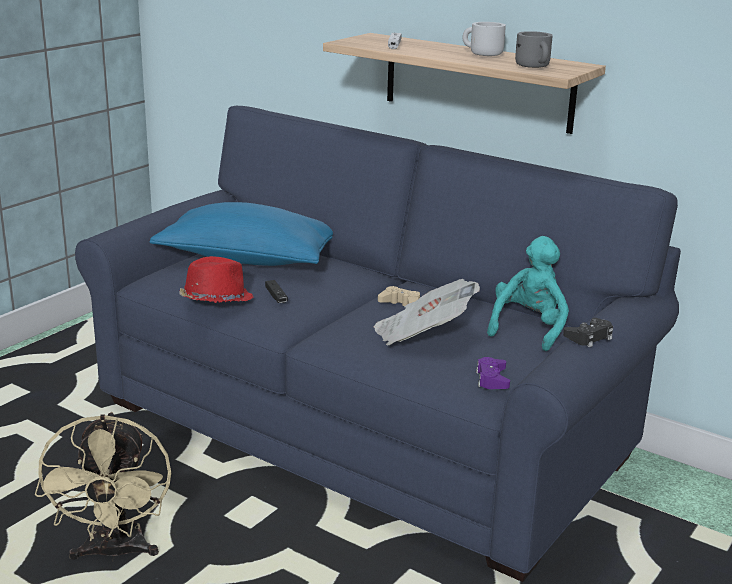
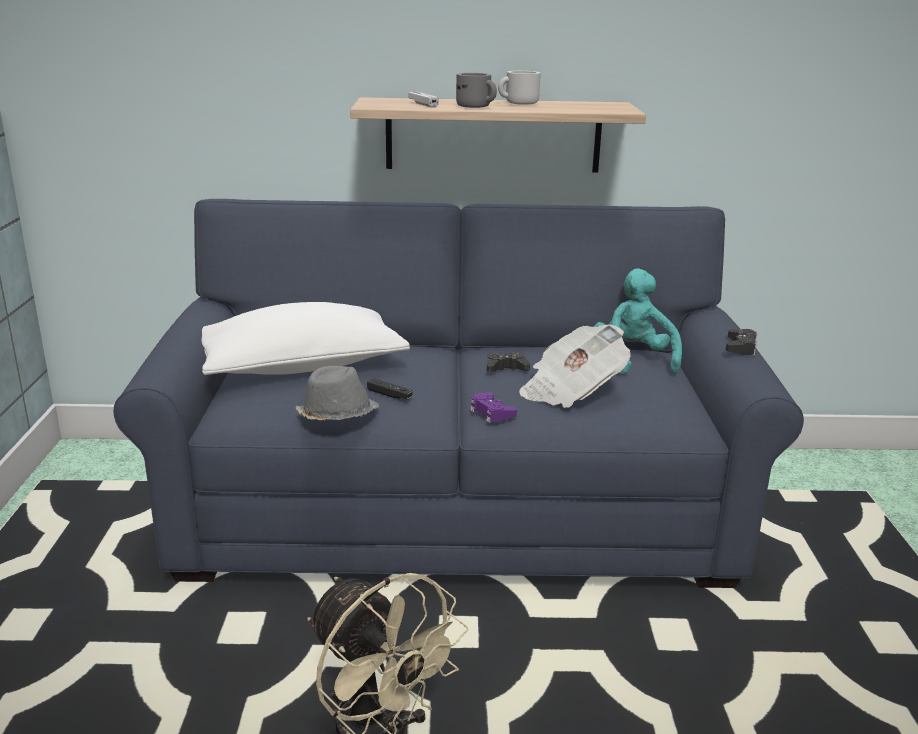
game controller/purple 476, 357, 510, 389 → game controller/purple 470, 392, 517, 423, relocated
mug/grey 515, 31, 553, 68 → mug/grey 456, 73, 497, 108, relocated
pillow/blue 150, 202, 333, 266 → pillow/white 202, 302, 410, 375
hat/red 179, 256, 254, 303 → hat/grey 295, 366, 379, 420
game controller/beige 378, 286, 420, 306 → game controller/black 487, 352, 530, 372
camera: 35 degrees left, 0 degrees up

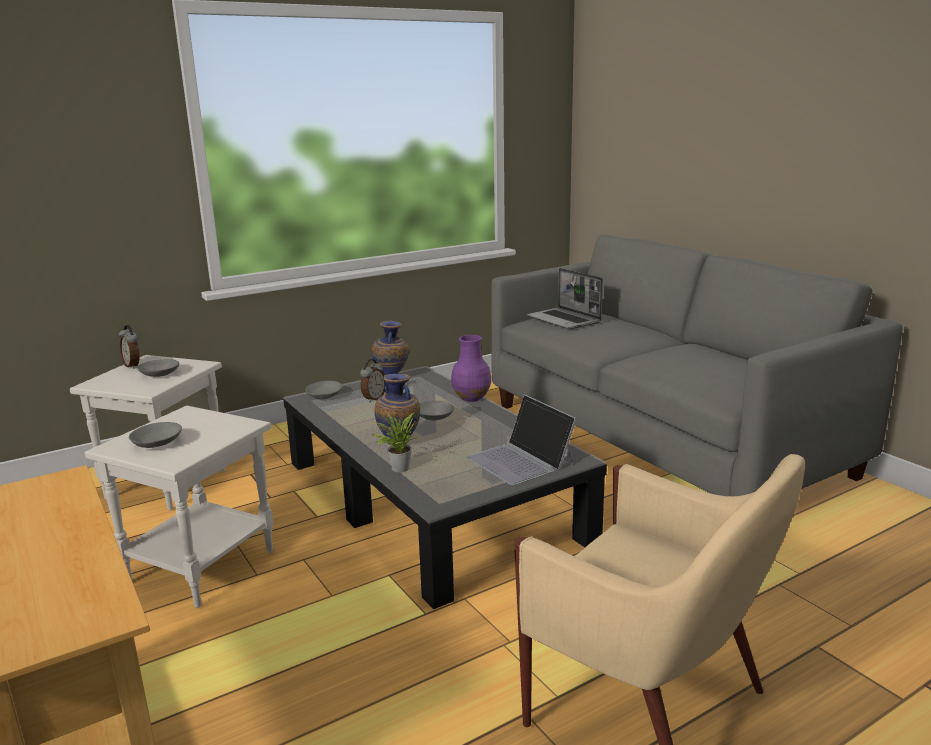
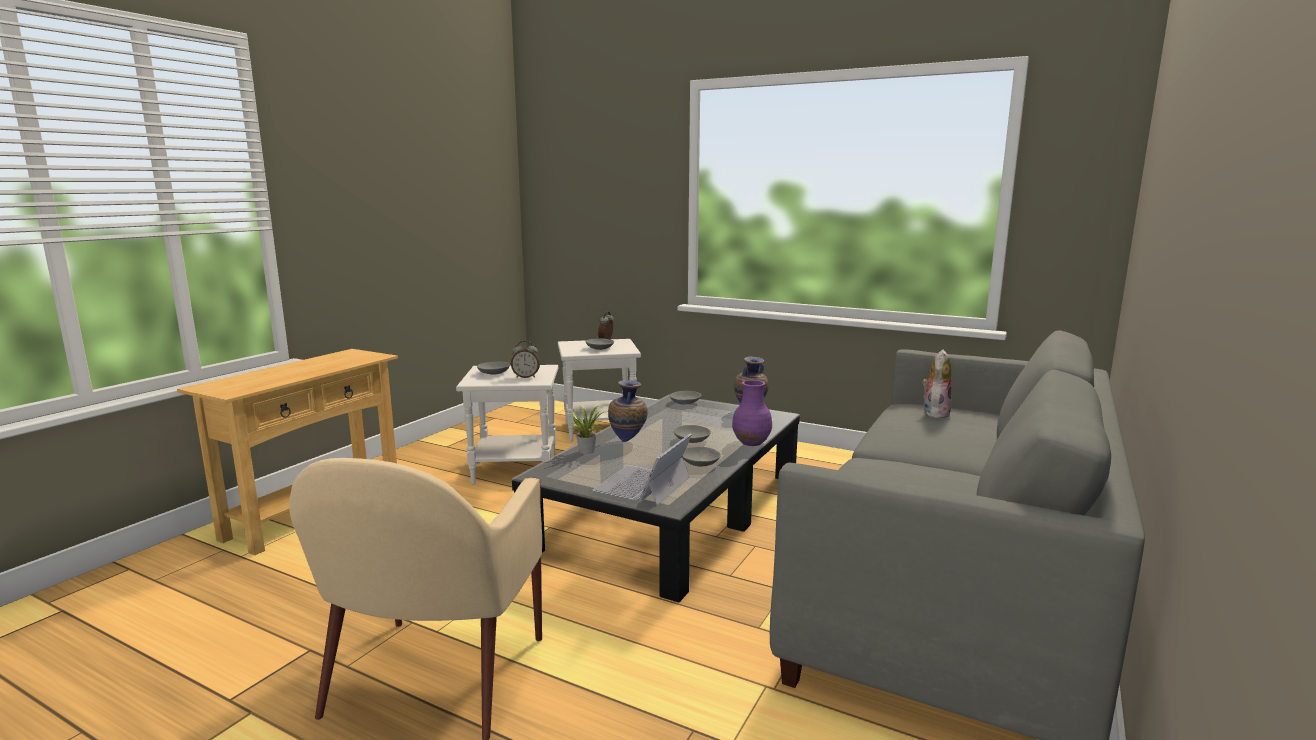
- → bowl/grey 682, 447, 721, 466
alarm clock 360, 359, 386, 402 → alarm clock 511, 341, 540, 378, relocated
laptop 527, 268, 603, 329 → plush toy 922, 350, 952, 419
camera: 60 degrees right, 5 degrees down

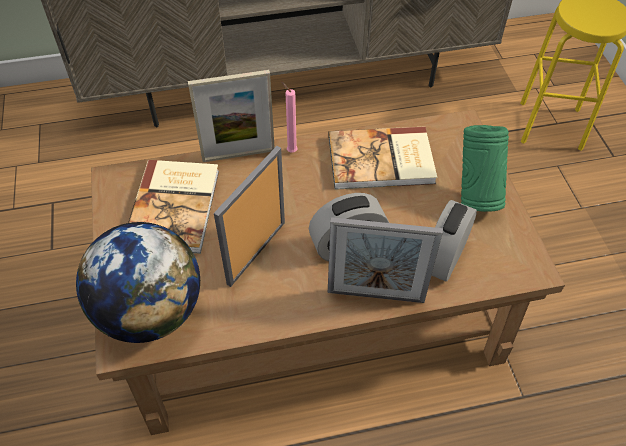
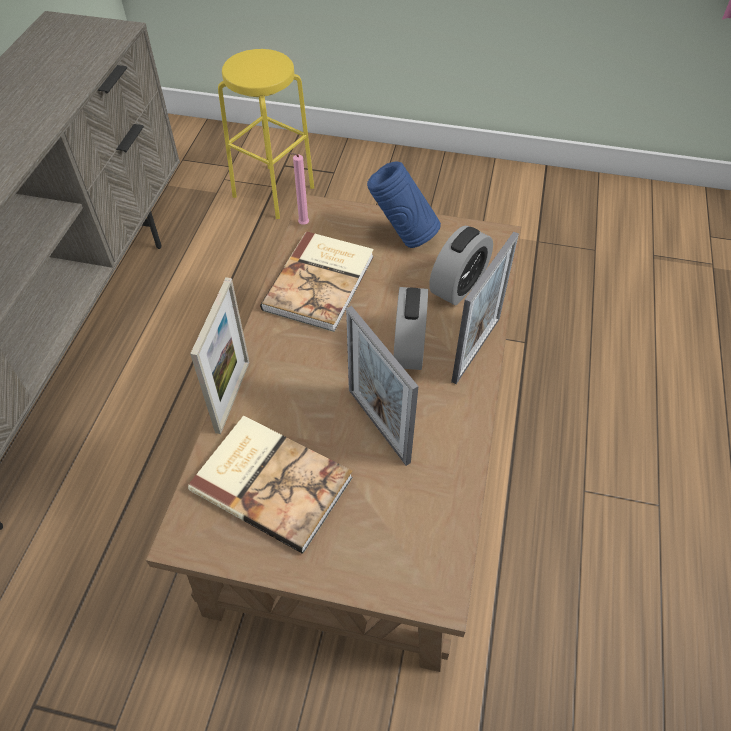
globe 76, 222, 200, 343 → -
candle/pink 281, 82, 298, 153 → candle/pink 289, 153, 309, 225, relocated
vase/green 461, 125, 509, 212 → vase/blue 367, 161, 441, 248
alarm clock 432, 200, 477, 281 → alarm clock 429, 226, 493, 305, 105 degrees counterclockwise
camera: 65 degrees left, 0 degrees up

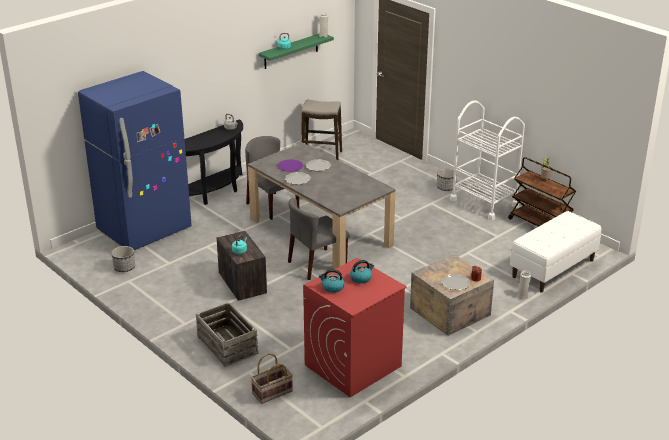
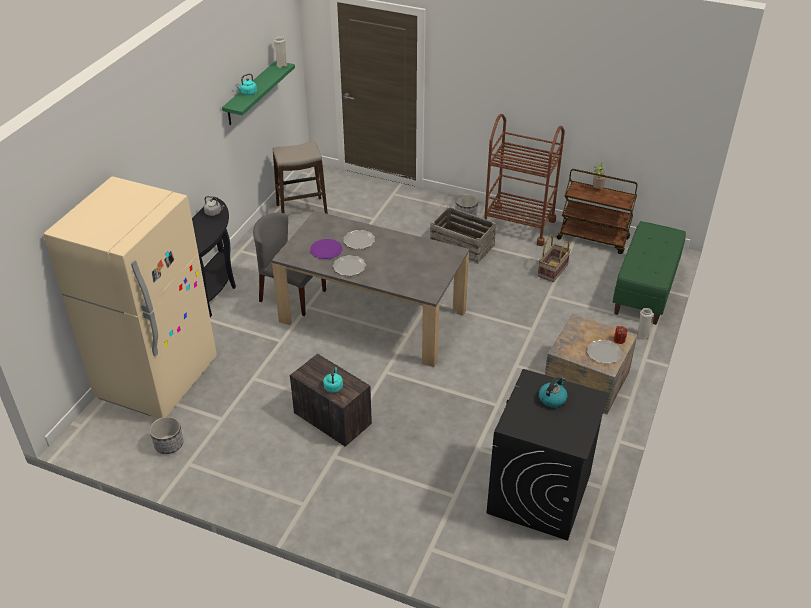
chair/grey 288, 198, 350, 280 → -
kettle 319, 269, 345, 293 → -
crate 196, 302, 259, 367 → crate 430, 206, 496, 264, relocated
basket 251, 353, 293, 404 → basket 538, 235, 571, 282, relocated
fridge/blue 78, 71, 192, 250 → fridge/beige 44, 176, 217, 419
washing machine/red 303, 258, 407, 397 → washing machine/black 487, 369, 610, 541
cart/white 450, 100, 525, 220 → cart/brown 482, 114, 565, 246
bench/white 510, 211, 601, 292 → bench/green 613, 221, 686, 325
camera: 25 degrees left, 10 degrees up

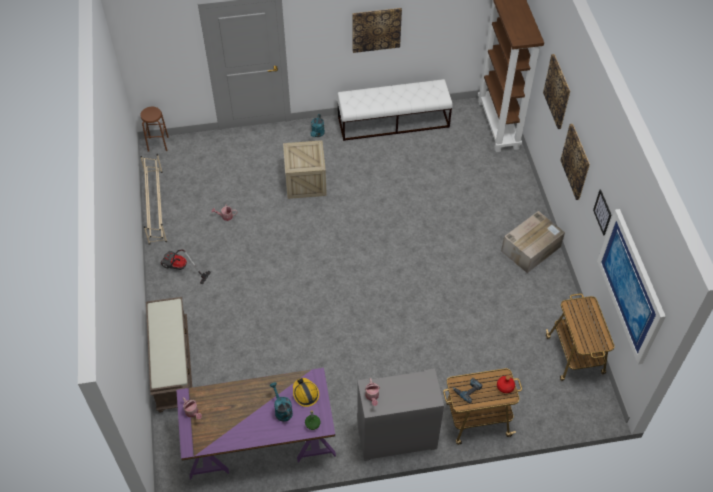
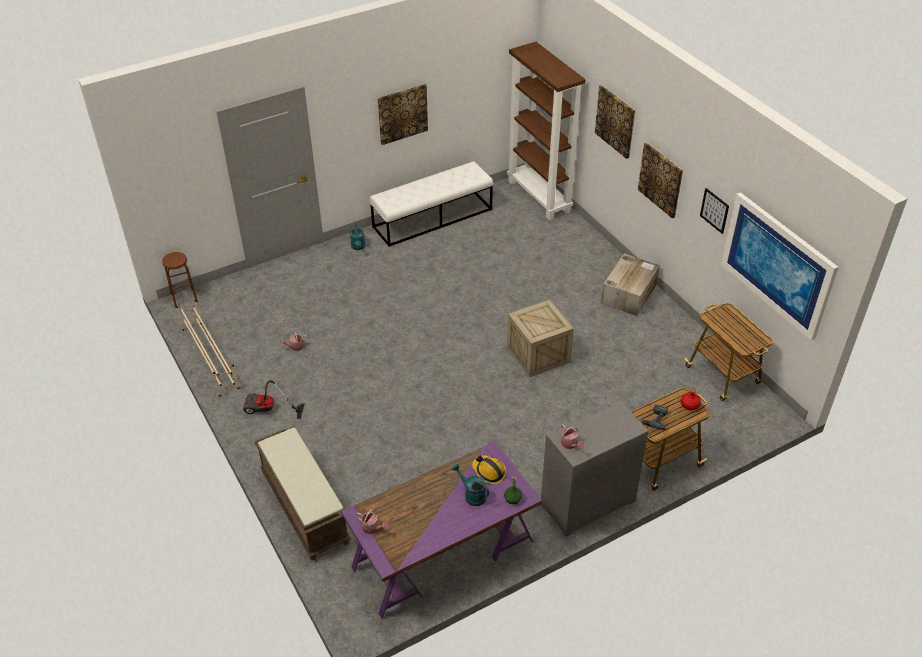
crate 283, 140, 327, 199 → crate 507, 300, 574, 377, relocated
camera: 20 degrees left, 10 degrees down

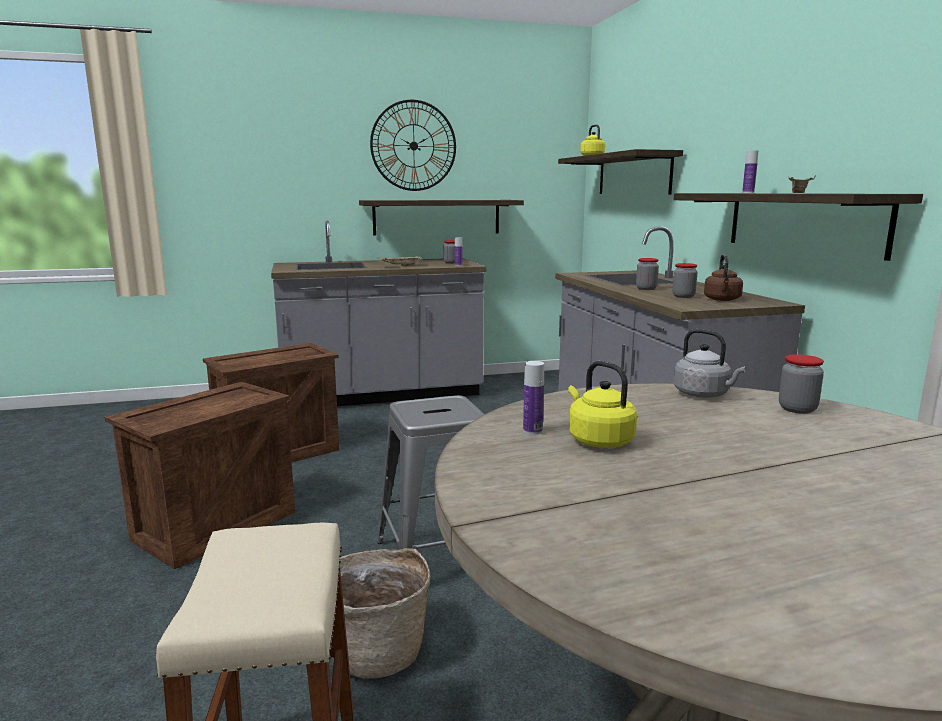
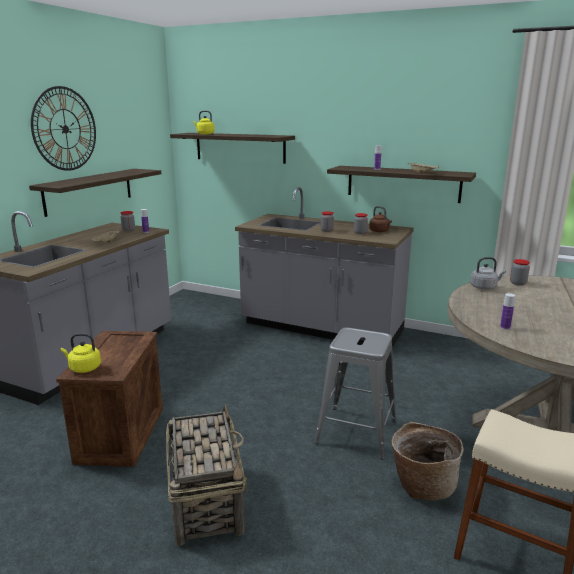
kettle/yellow 568, 361, 637, 448 → kettle/yellow 61, 334, 101, 373, relocated
crate 105, 382, 295, 569 → basket 166, 405, 248, 546
camera: 50 degrees left, 5 degrees up

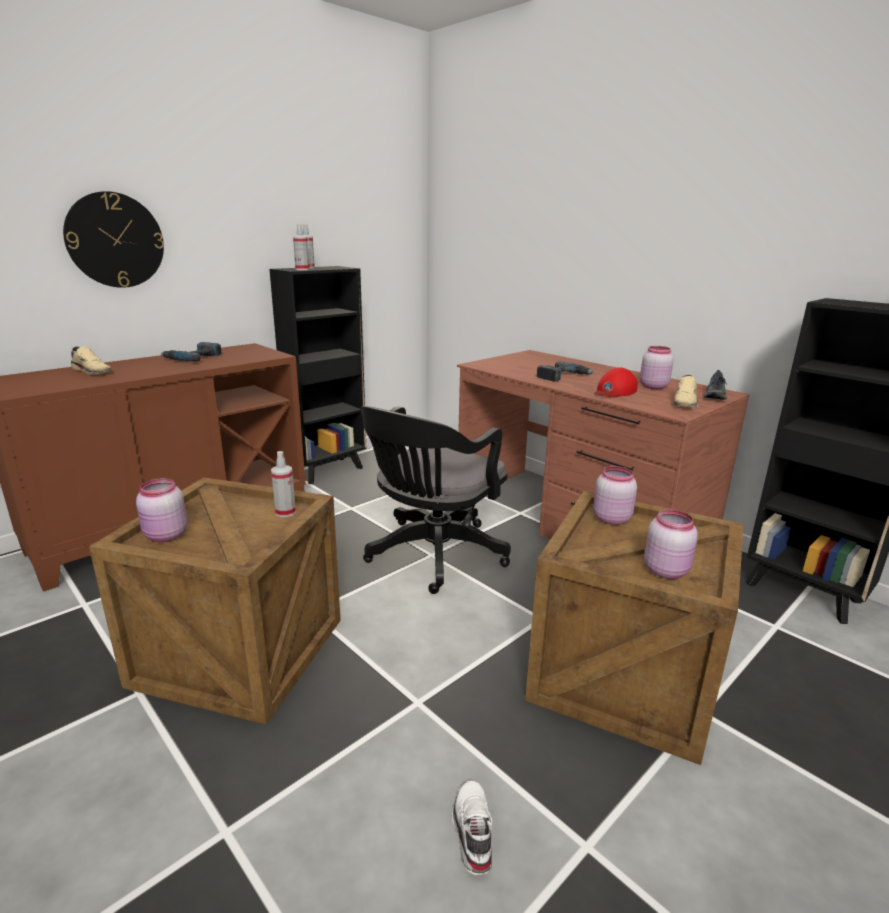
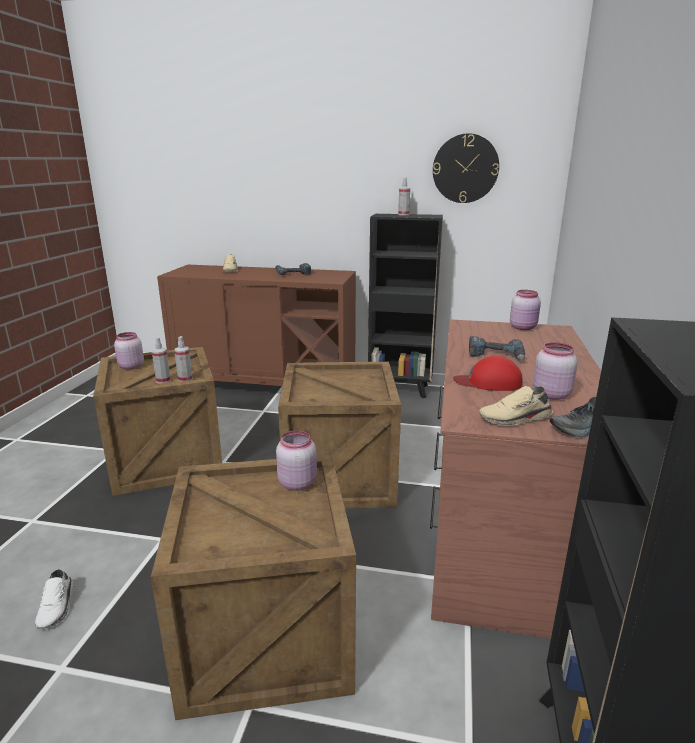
wall clock 63, 191, 164, 288 → wall clock 433, 133, 499, 203, relocated
spray bottle 293, 224, 309, 270 → spray bottle 152, 338, 171, 384, relocated
jar/pink 644, 509, 698, 579 → jar/pink 510, 290, 541, 330, relocated
office chair/black 361, 406, 511, 594 → crate 278, 362, 401, 508
shoe/white 452, 780, 492, 875 → shoe/white 35, 569, 74, 629, 120 degrees clockwise
camera: 55 degrees right, 0 degrees up

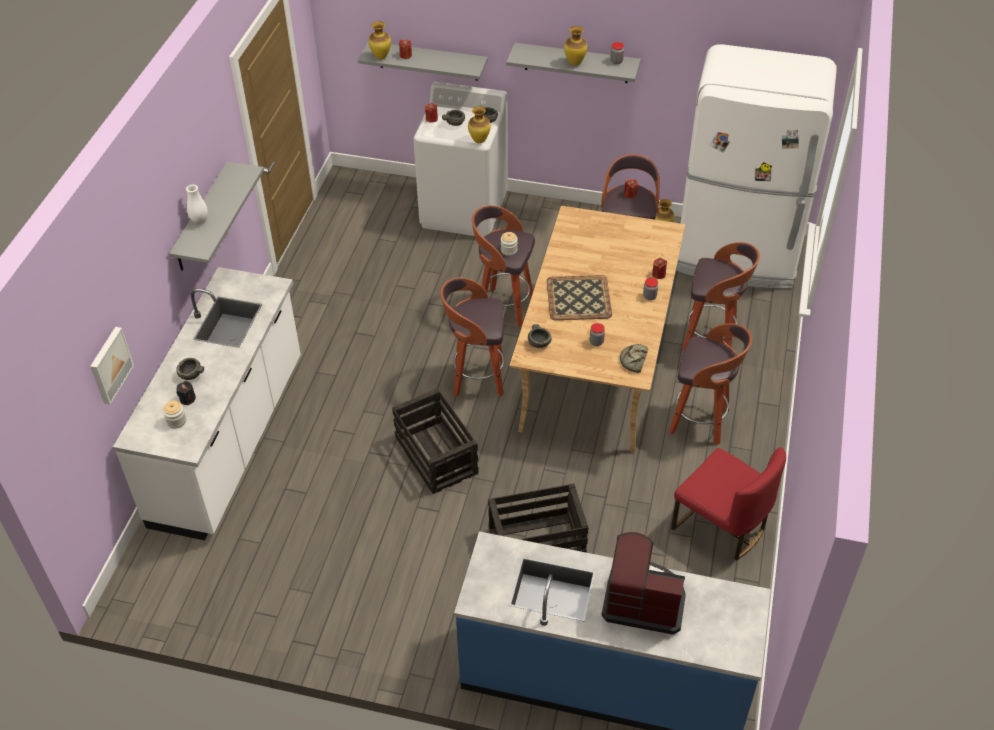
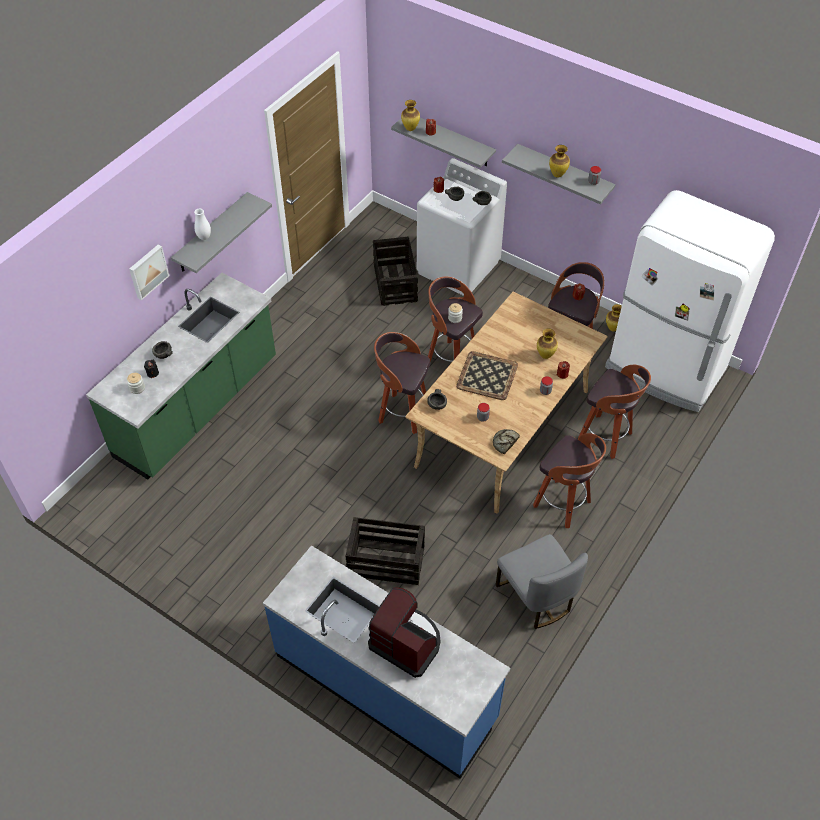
picture 90, 327, 134, 405 → picture 129, 244, 169, 300, relocated
crate 392, 388, 479, 494 → crate 373, 236, 418, 306, relocated
vase 468, 106, 491, 144 → vase 537, 328, 558, 359, relocated
counter/white 113, 267, 301, 540 → counter/green 86, 273, 276, 480
chair/red 671, 447, 786, 561 → chair/grey 496, 534, 588, 629
camera: 20 degrees right, 5 degrees up

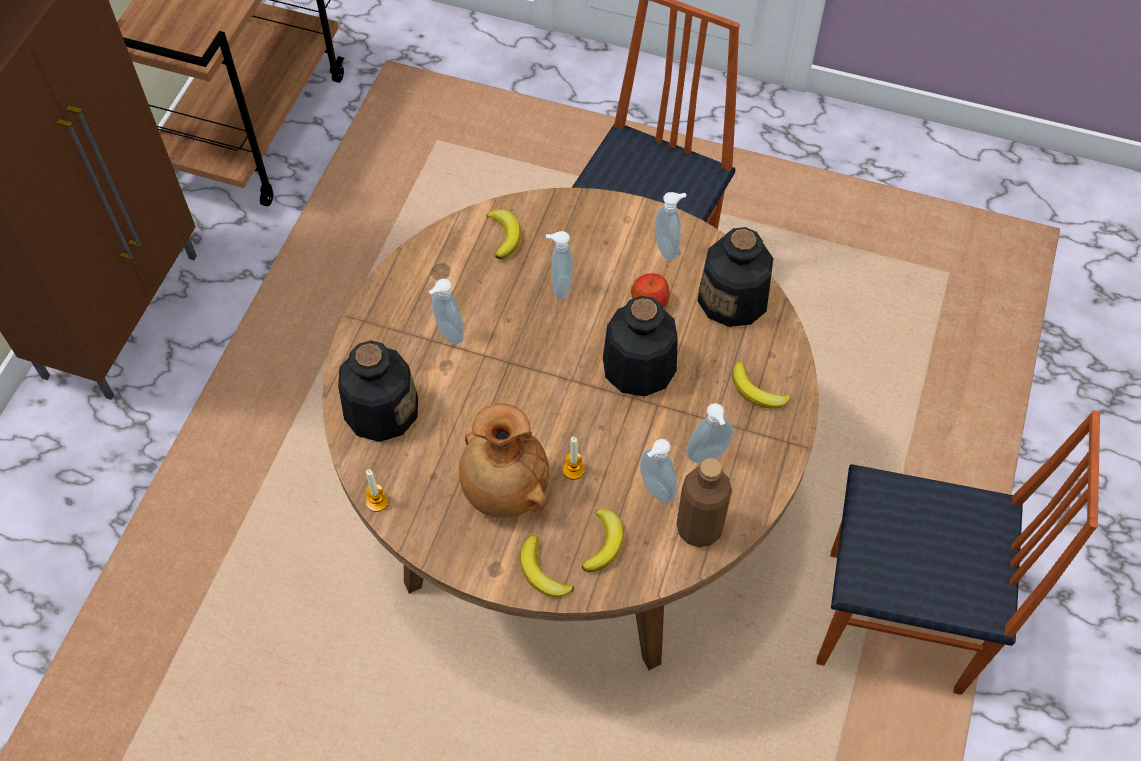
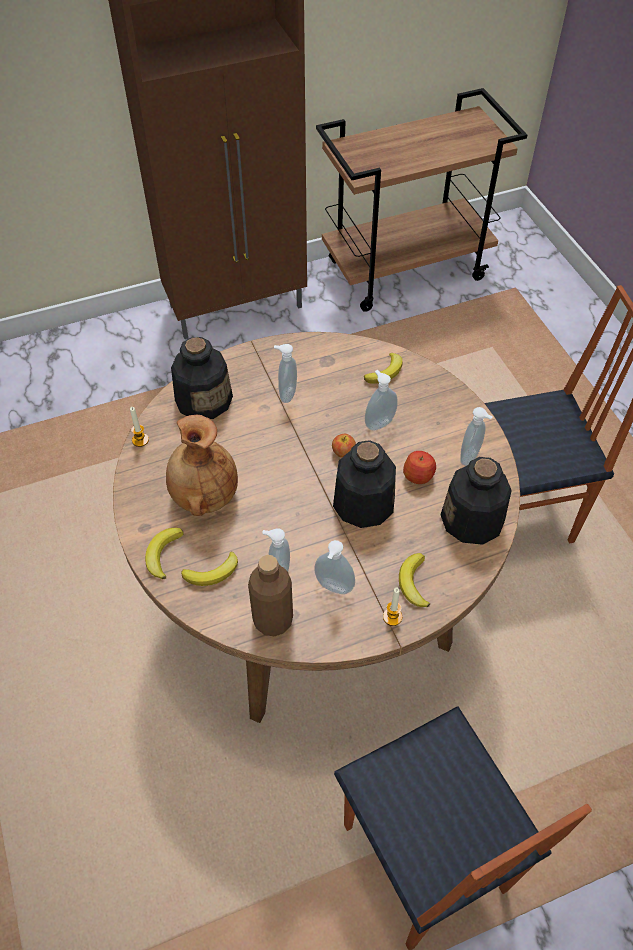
- → apple 332, 434, 356, 457
candle 563, 437, 585, 480 → candle 383, 588, 402, 626, relocated
camera: 50 degrees right, 5 degrees down

